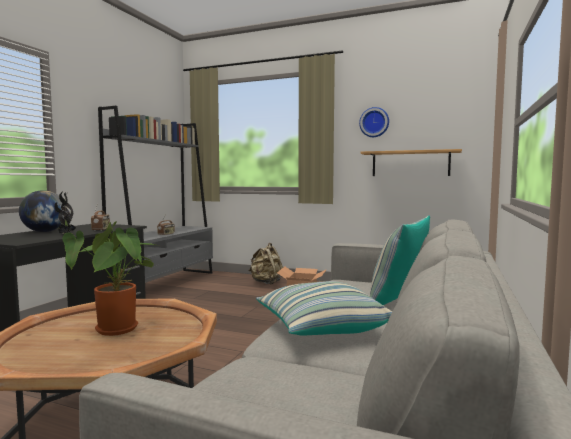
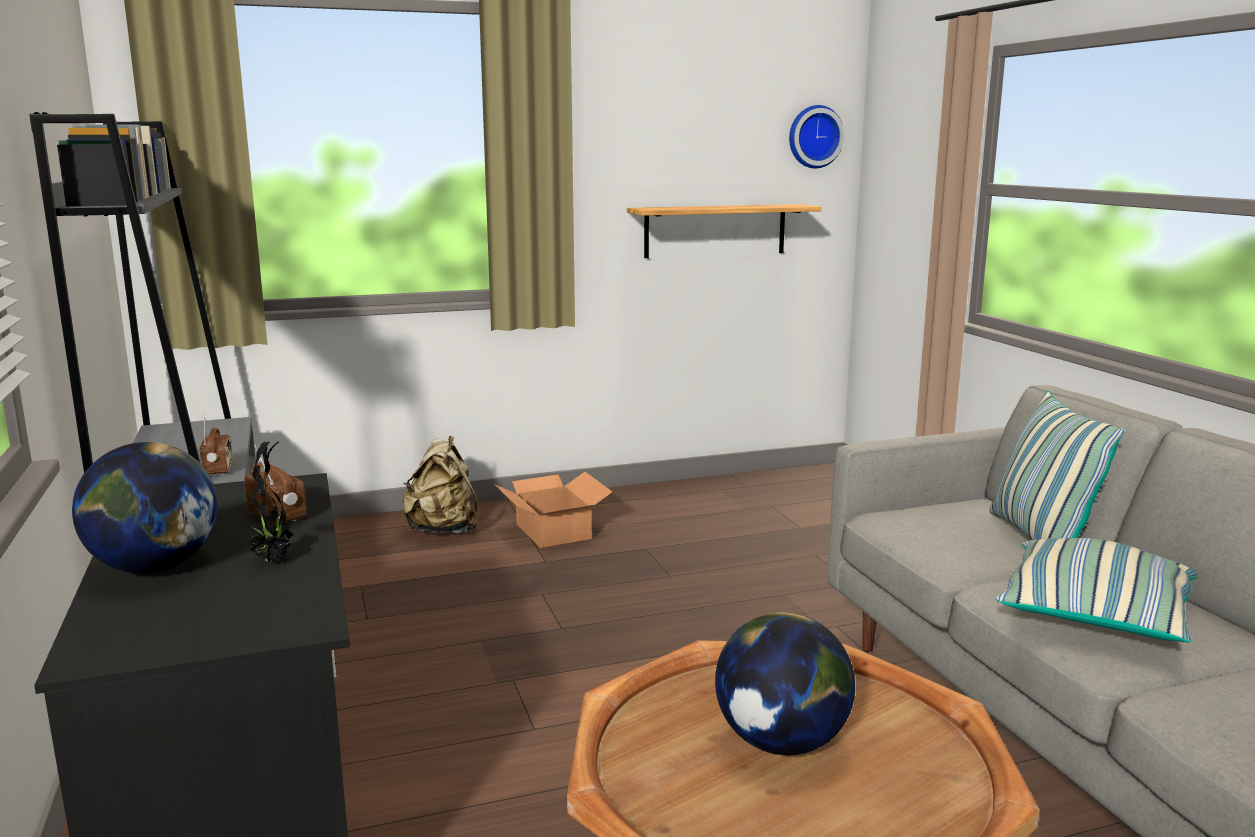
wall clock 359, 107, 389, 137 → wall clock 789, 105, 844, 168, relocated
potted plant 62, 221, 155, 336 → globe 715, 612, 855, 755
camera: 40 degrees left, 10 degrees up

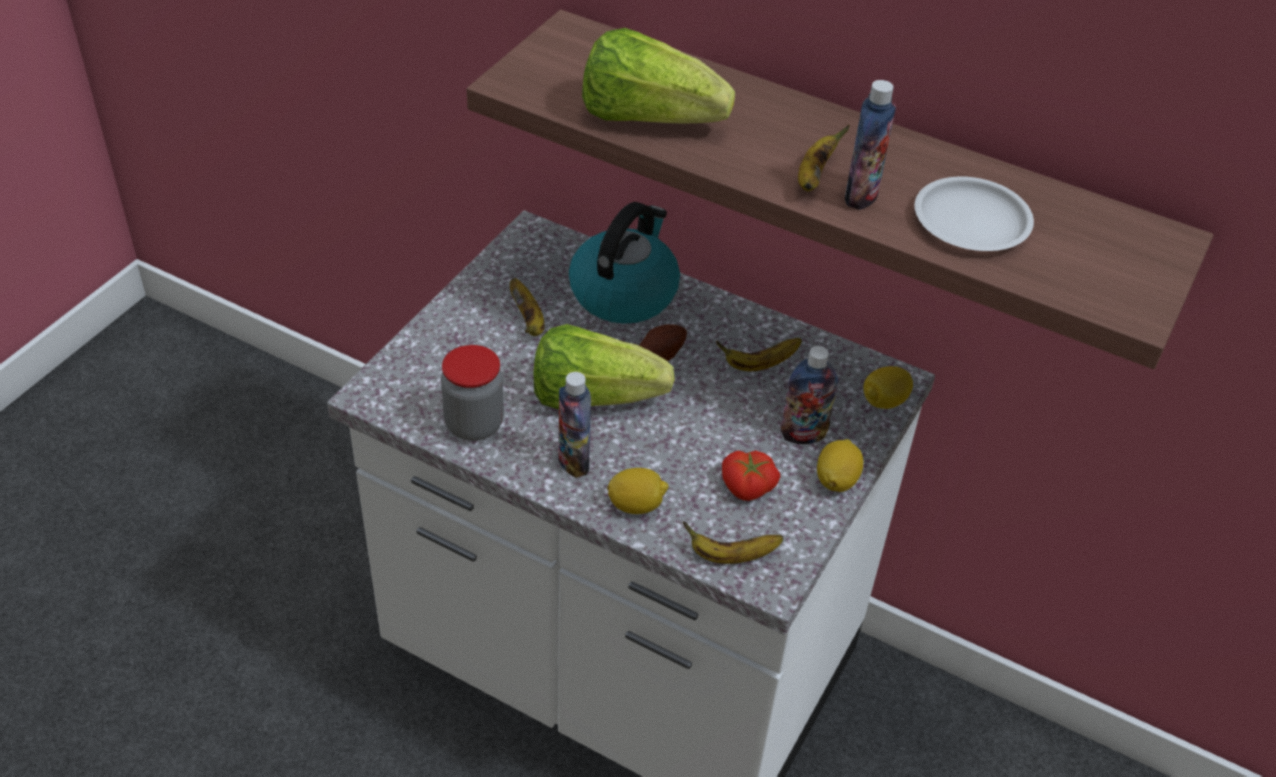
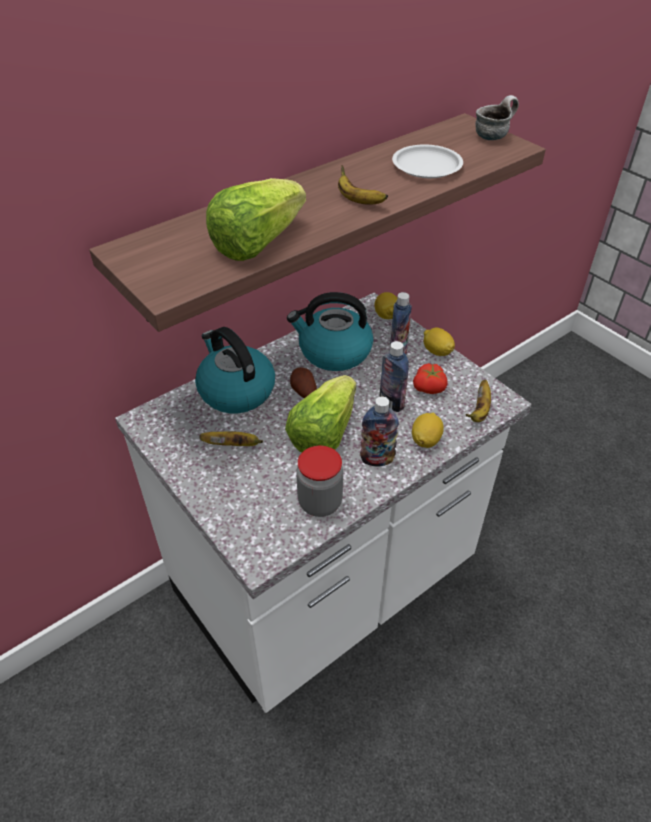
- → mug 476, 95, 519, 140
bottle 845, 80, 896, 210 → bottle 380, 341, 409, 412, relocated
banana 716, 338, 802, 371 → kettle 287, 292, 373, 371
camera: 65 degrees left, 0 degrees up

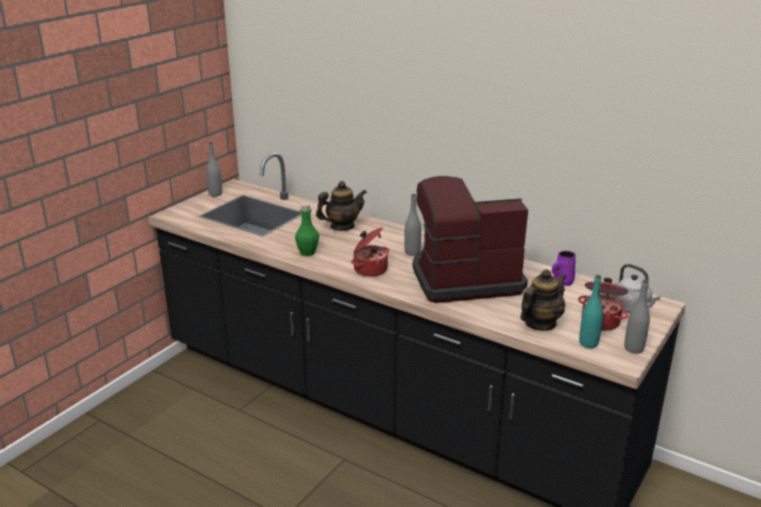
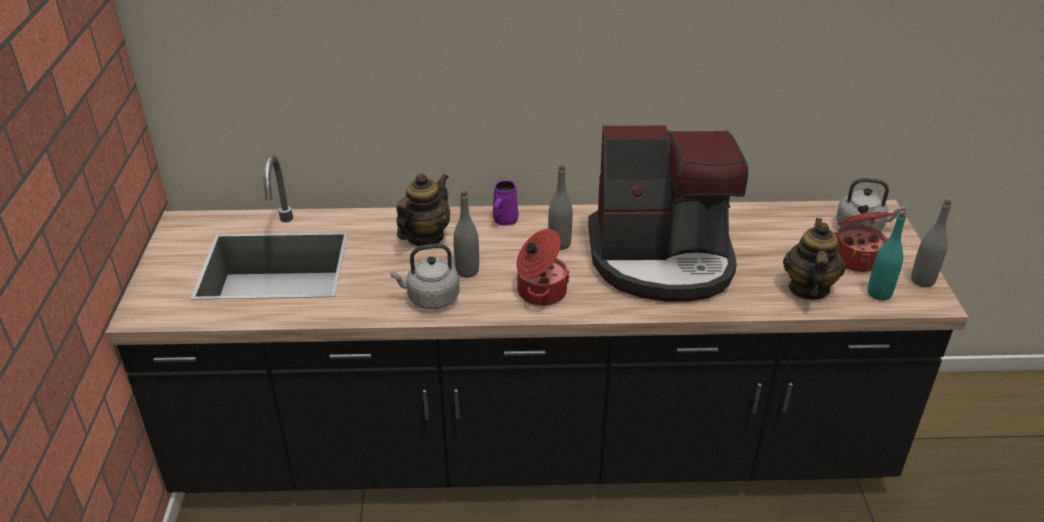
bottle/grey 206, 142, 222, 197 → bottle/grey 453, 191, 479, 278, relocated
mug/purple 551, 251, 576, 286 → mug/purple 493, 180, 519, 226, relocated
bottle/green 295, 203, 319, 256 → kettle/grey 390, 244, 460, 309
coffee machine 413, 176, 528, 303 → coffee machine 588, 126, 748, 302, 135 degrees counterclockwise
camera: 35 degrees left, 10 degrees up

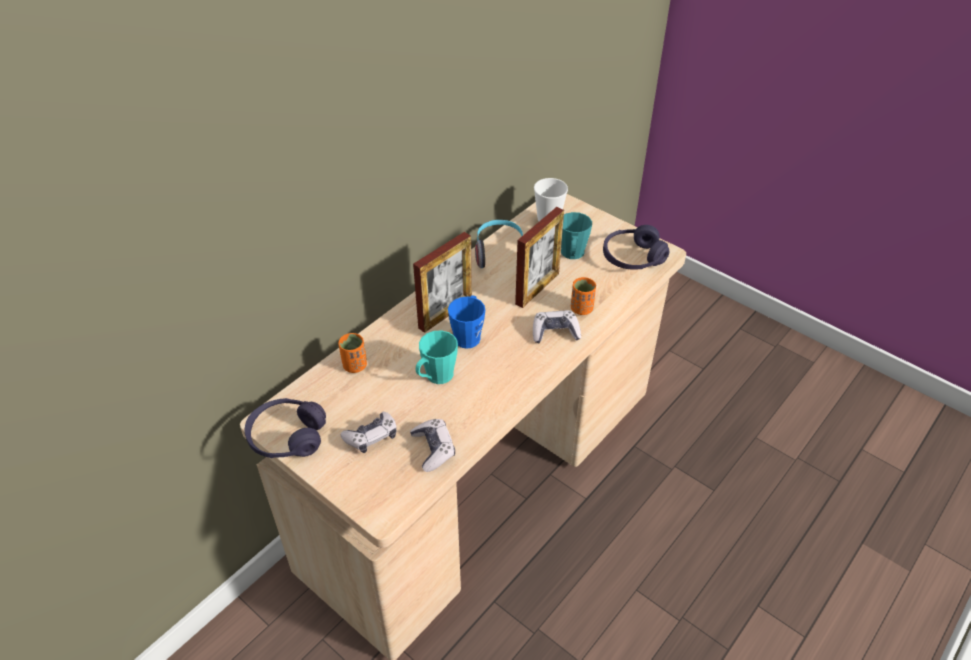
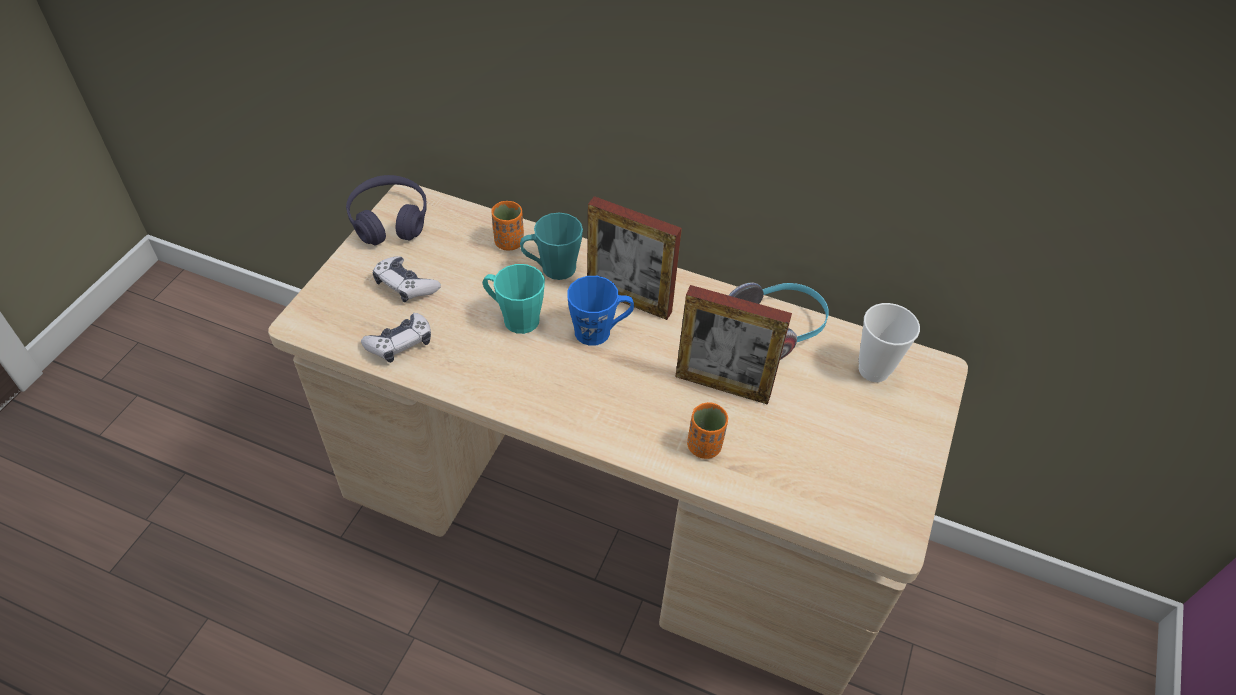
game controller 533, 310, 581, 343 → -
headphones/purple 603, 225, 669, 270 → -
mug/turquoise 561, 212, 592, 259 → mug/turquoise 520, 213, 583, 280, relocated
camera: 70 degrees right, 5 degrees up

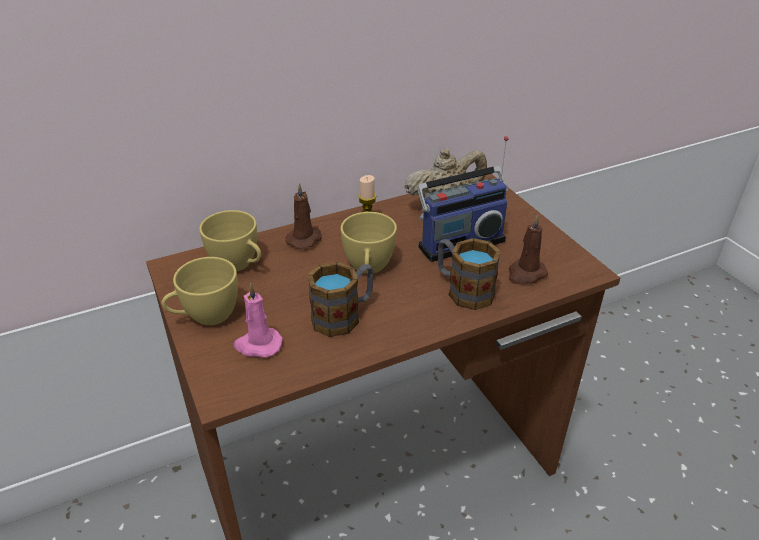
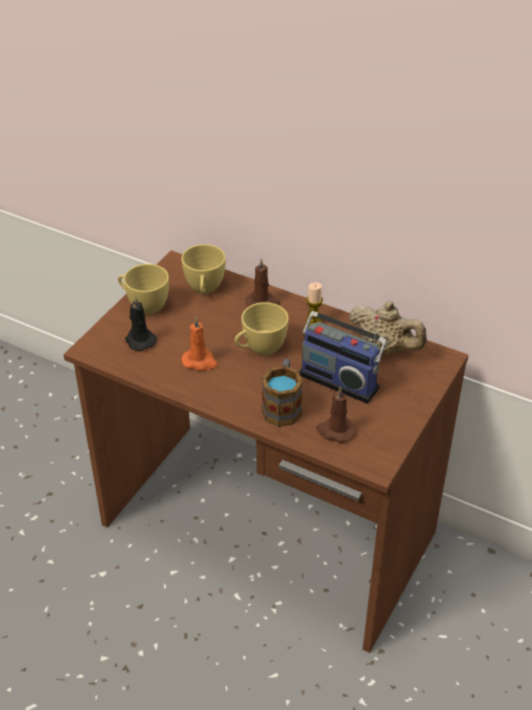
mug 307, 262, 374, 337 → candle/orange 181, 317, 218, 371
candle/pink 234, 283, 283, 358 → candle/black 125, 296, 157, 351
camera: 55 degrees right, 5 degrees up

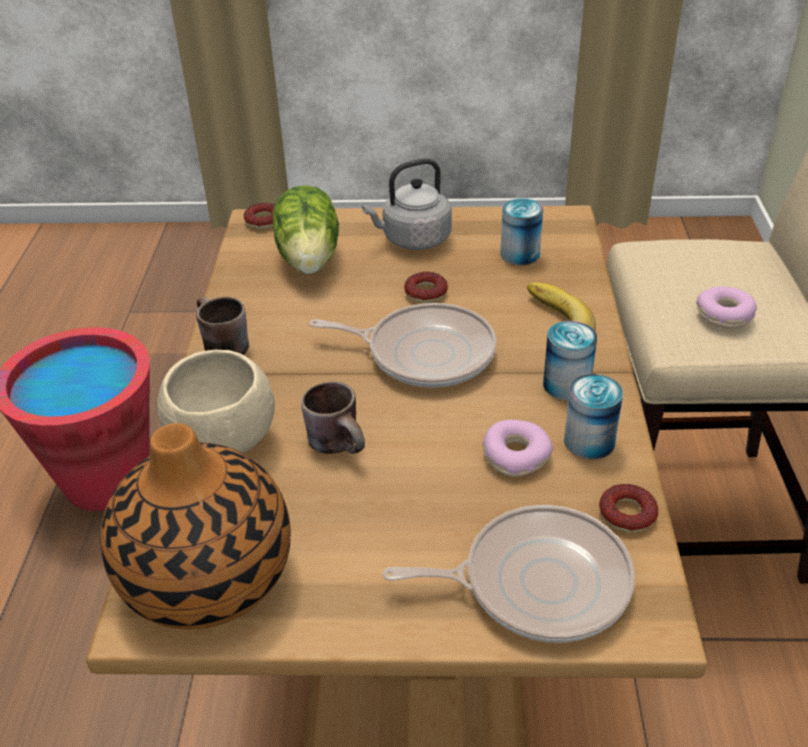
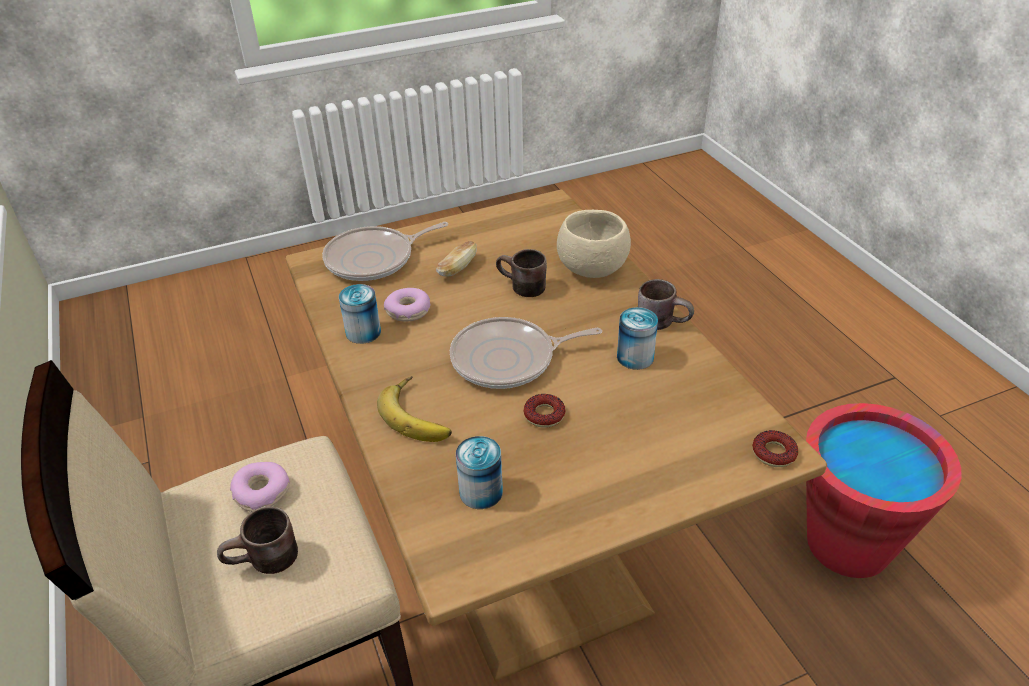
vase 100, 423, 291, 629 → -
lettuce 273, 185, 339, 274 → -
kettle/grey 362, 158, 452, 250 → -
donut 599, 484, 658, 533 → -
- → mug/brown 217, 506, 298, 574
- → bread 436, 241, 477, 277
can 543, 321, 597, 401 → can 617, 307, 658, 370, relocated
camera: 155 degrees right, 0 degrees up

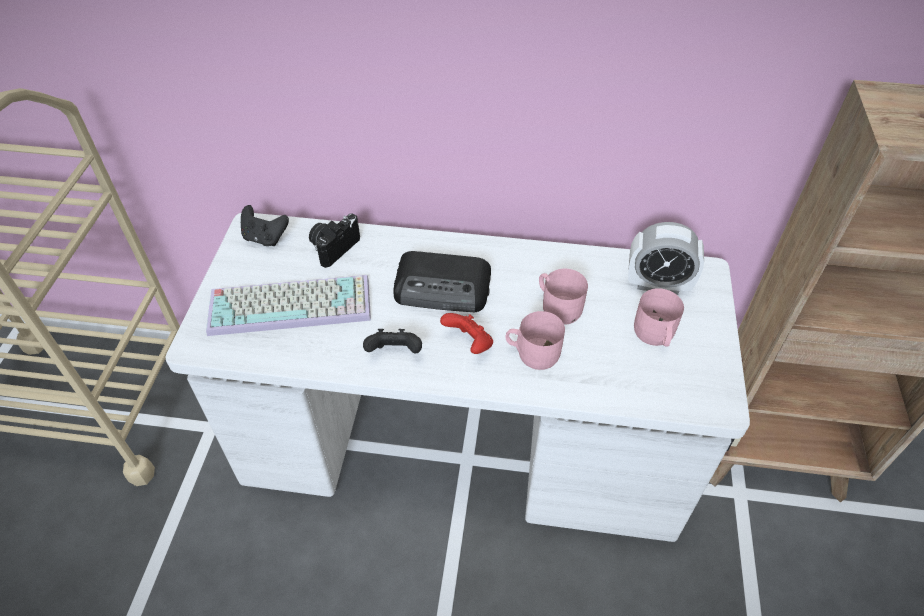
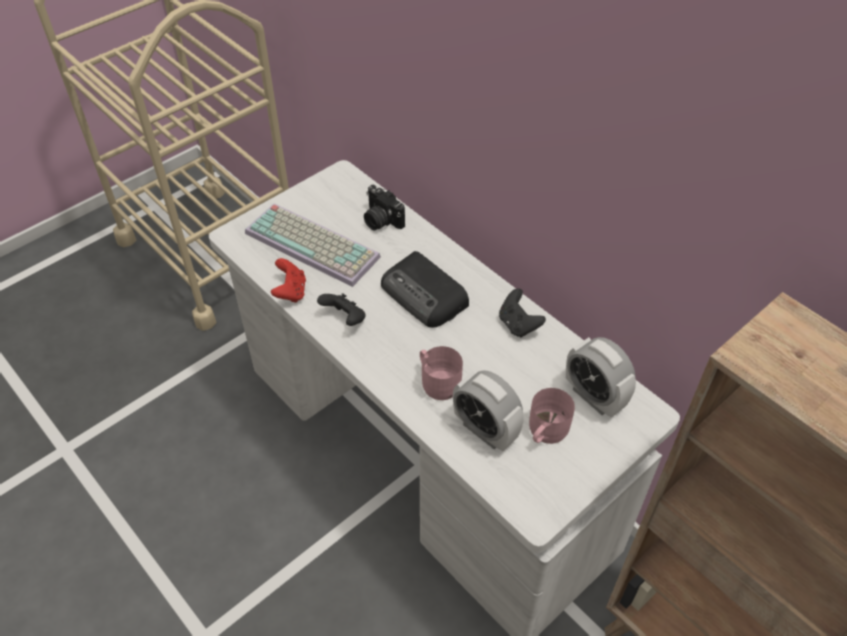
mug/pink 539, 269, 588, 325 → -
- → alarm clock 453, 370, 524, 451
game controller/black 241, 205, 289, 246 → game controller/black 499, 288, 546, 337, relocated
game controller/red 440, 313, 493, 354 → game controller/red 271, 258, 306, 303, relocated
photo camera 309, 213, 360, 268 → photo camera 364, 185, 405, 230, 120 degrees counterclockwise
camera: 40 degrees right, 0 degrees up

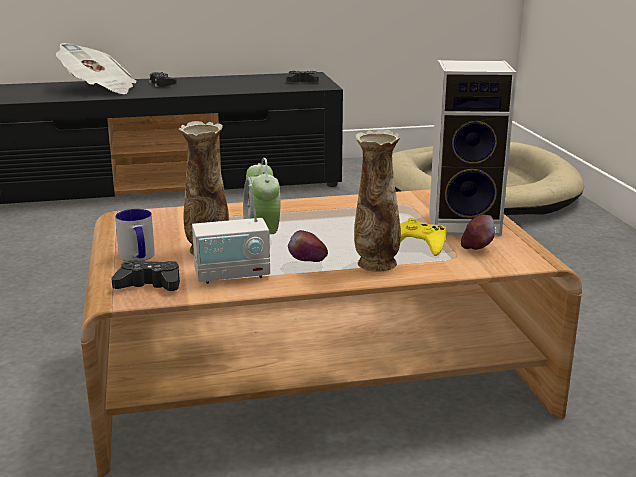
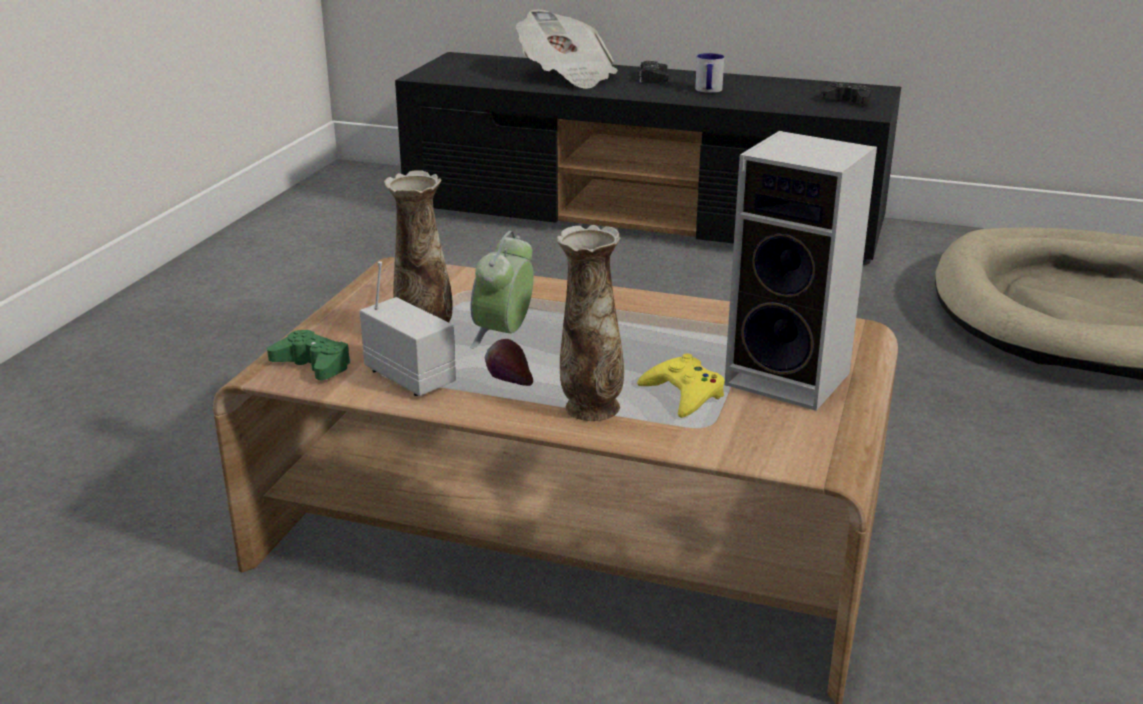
apple 461, 215, 496, 250 → -
mug 115, 209, 155, 261 → mug 695, 53, 724, 93, relocated
game controller/black 111, 260, 180, 291 → game controller/green 267, 330, 351, 380
radio 192, 184, 270, 284 → radio 360, 261, 456, 396, 150 degrees counterclockwise
camera: 30 degrees right, 5 degrees up

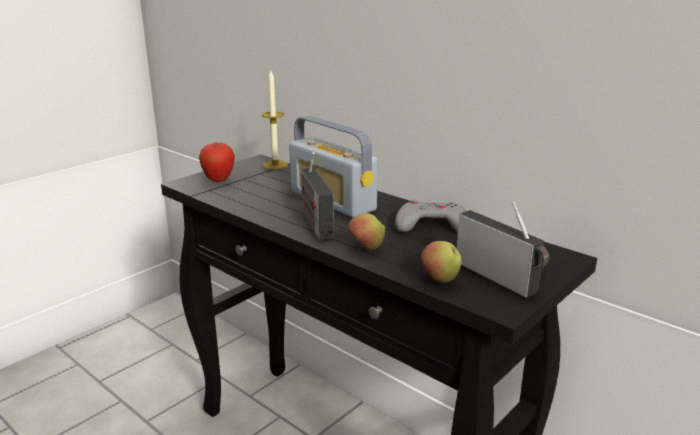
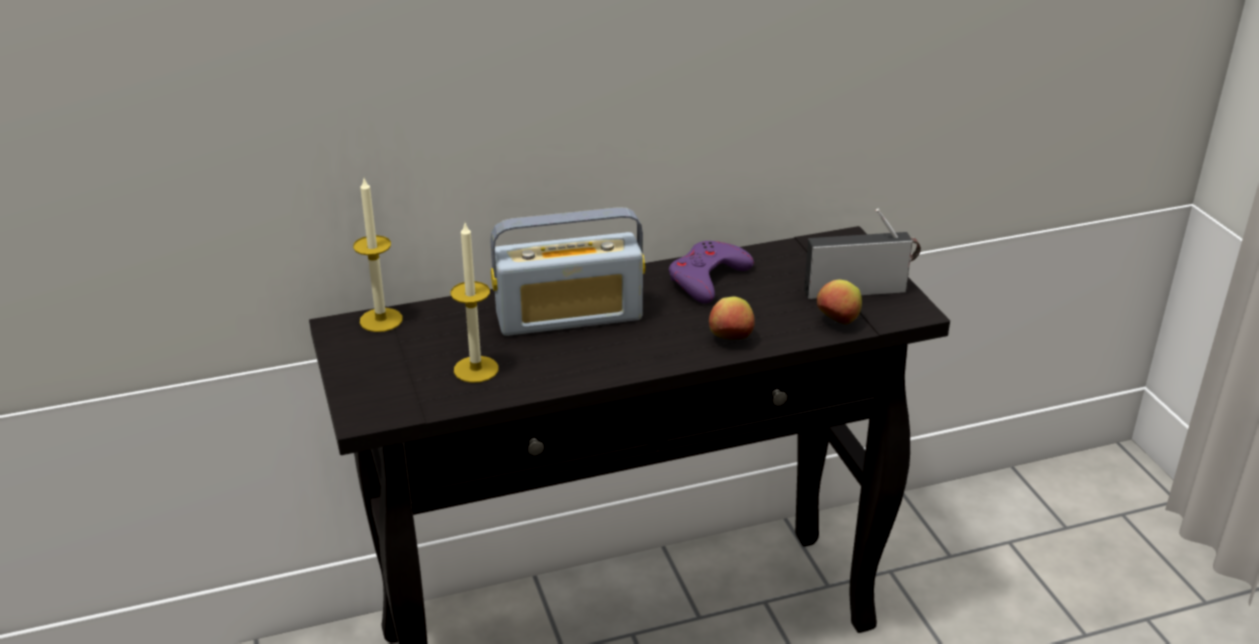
apple 199, 143, 235, 182 → -
radio 301, 152, 334, 241 → -
- → candle 450, 223, 498, 383
game controller/grey 395, 199, 466, 232 → game controller/purple 669, 241, 754, 304
camera: 60 degrees left, 10 degrees up

